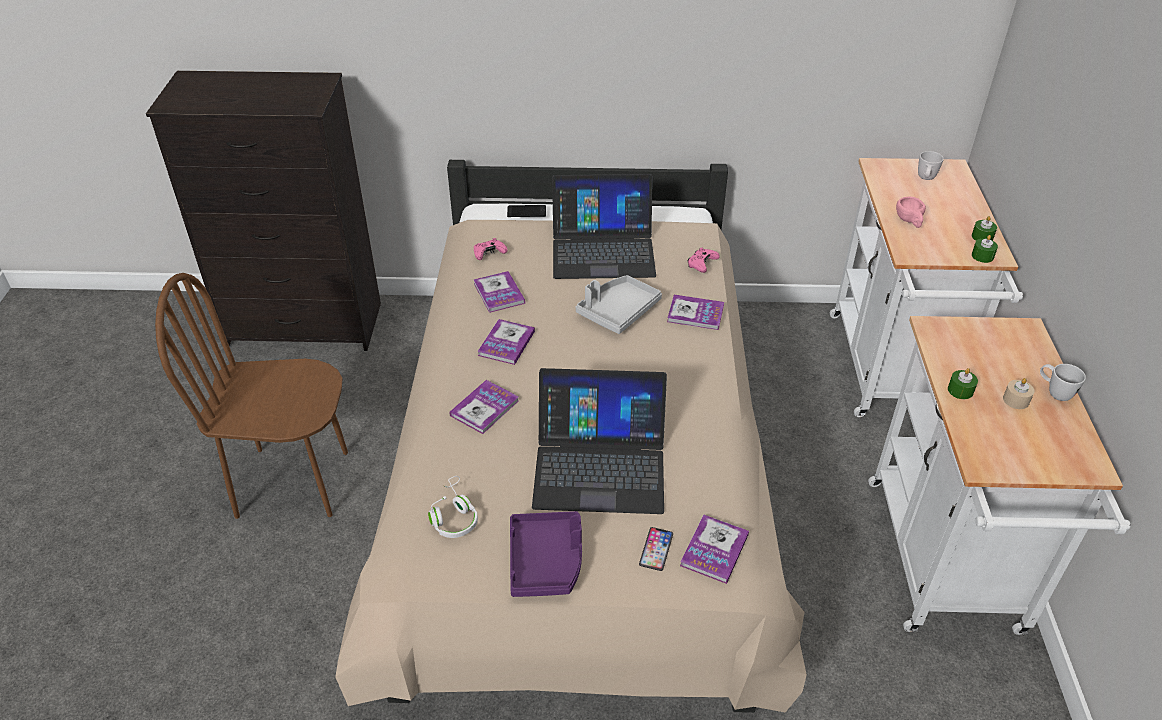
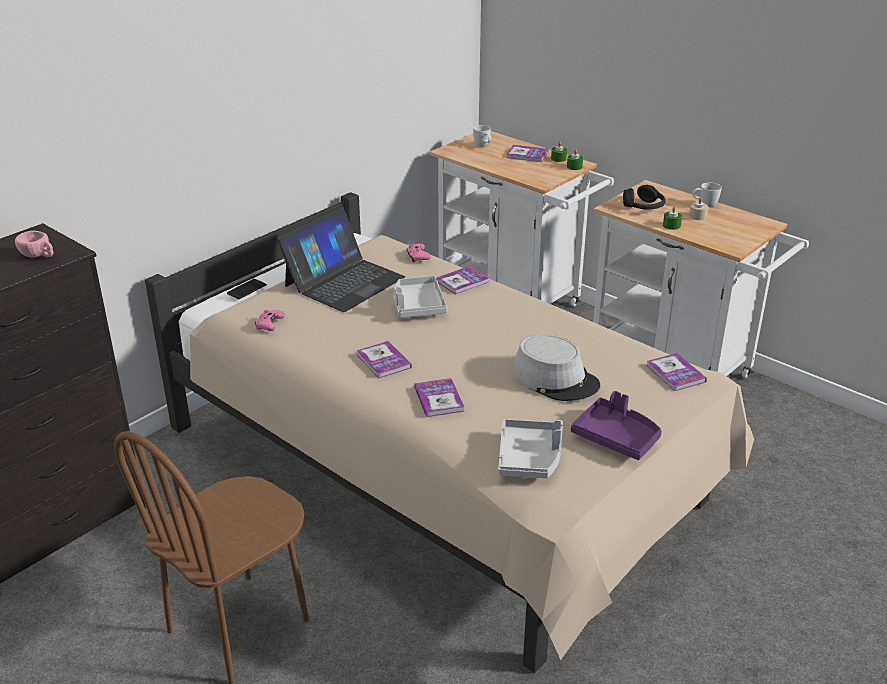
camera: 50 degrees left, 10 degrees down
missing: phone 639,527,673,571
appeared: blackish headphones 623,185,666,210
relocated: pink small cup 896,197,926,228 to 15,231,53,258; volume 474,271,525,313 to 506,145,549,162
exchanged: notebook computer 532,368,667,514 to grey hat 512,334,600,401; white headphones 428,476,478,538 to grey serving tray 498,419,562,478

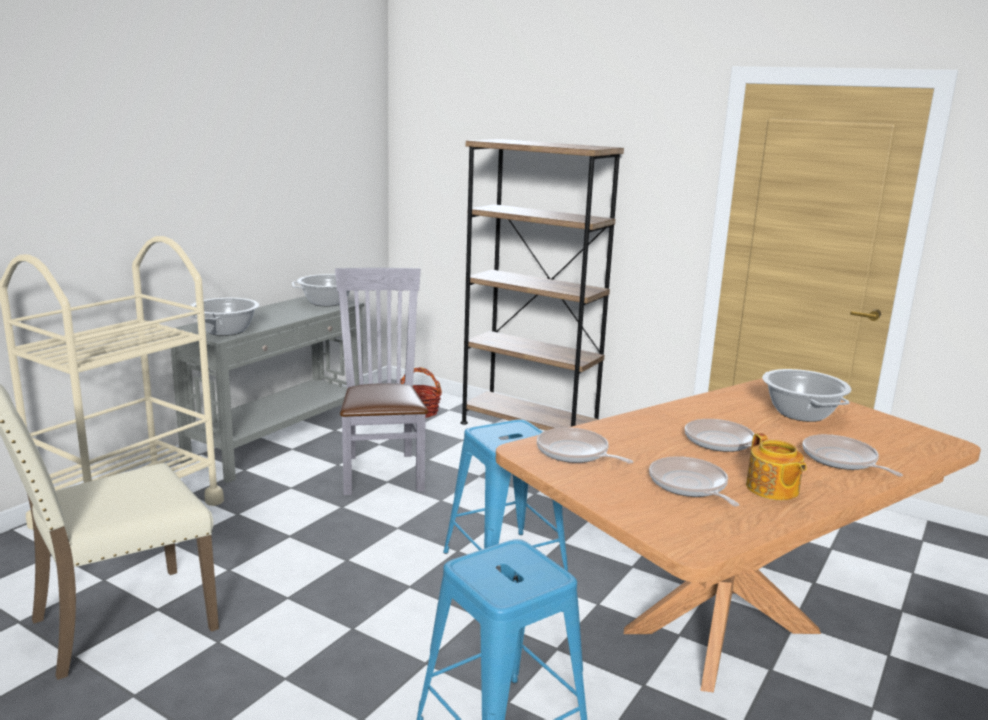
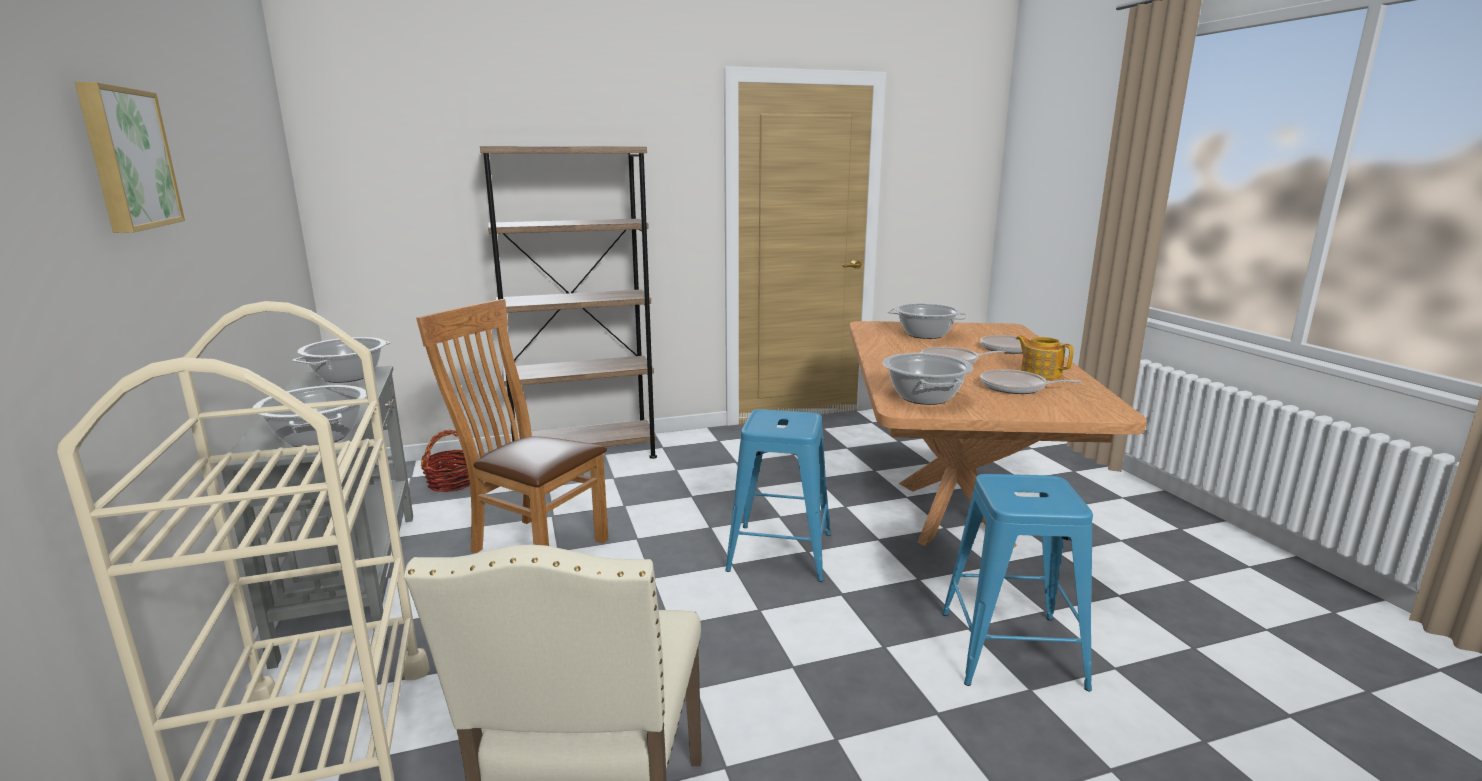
camera: 50 degrees left, 0 degrees up
appeared: wall picture 75,82,185,233
exchanged: pan 537,427,633,464 to cooking pot 883,353,973,405
colour: grey chair 335,268,428,495 to brown-coloured chair 416,299,608,553
spun: teapot 746,433,807,500 = 1016,335,1074,379 150 degrees counterclockwise

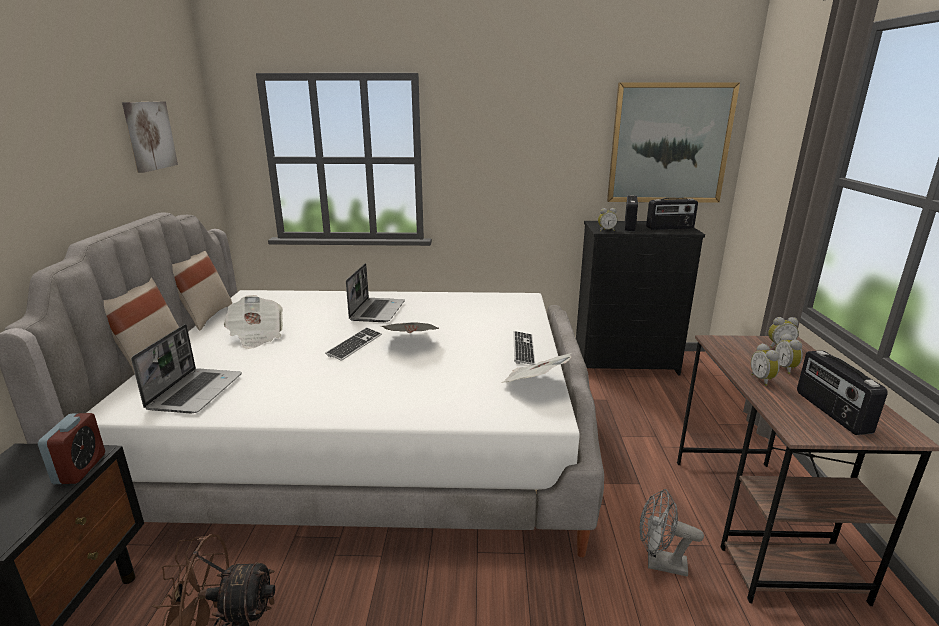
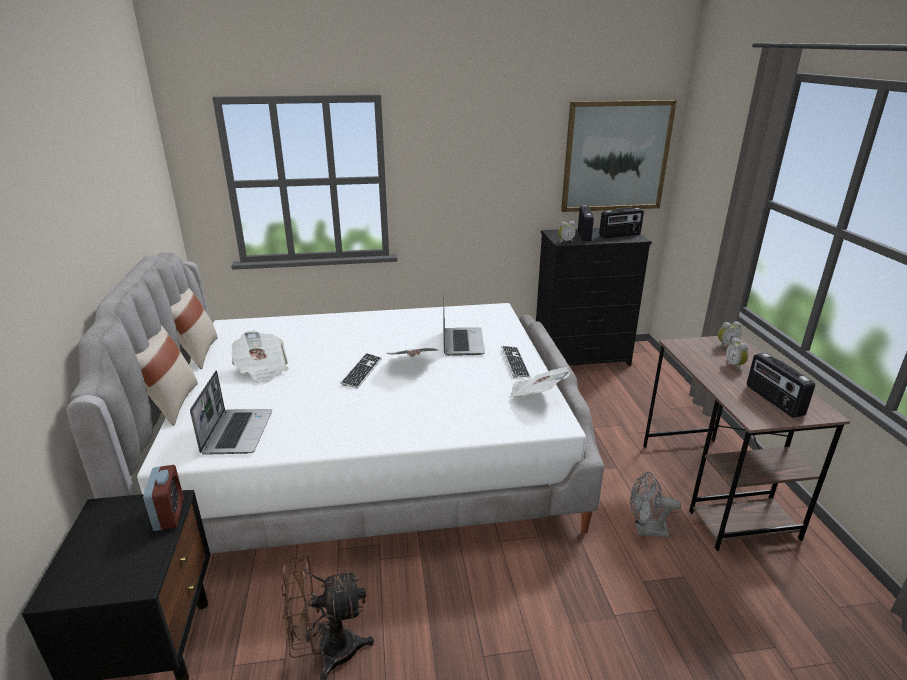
camera: 10 degrees left, 5 degrees up
missing: wall picture 122,101,178,173; table clock 751,343,780,386
relocated: notebook computer 346,263,405,322 to 443,296,485,356

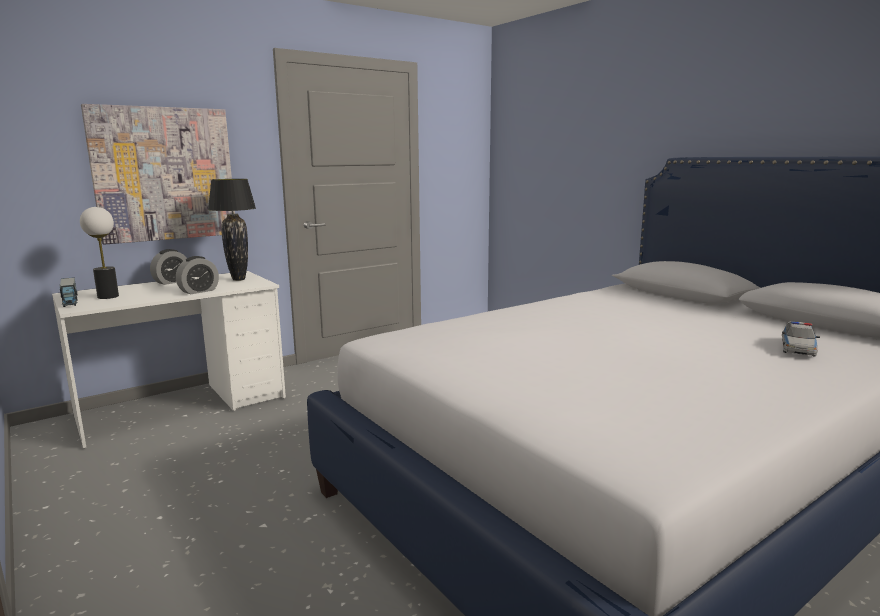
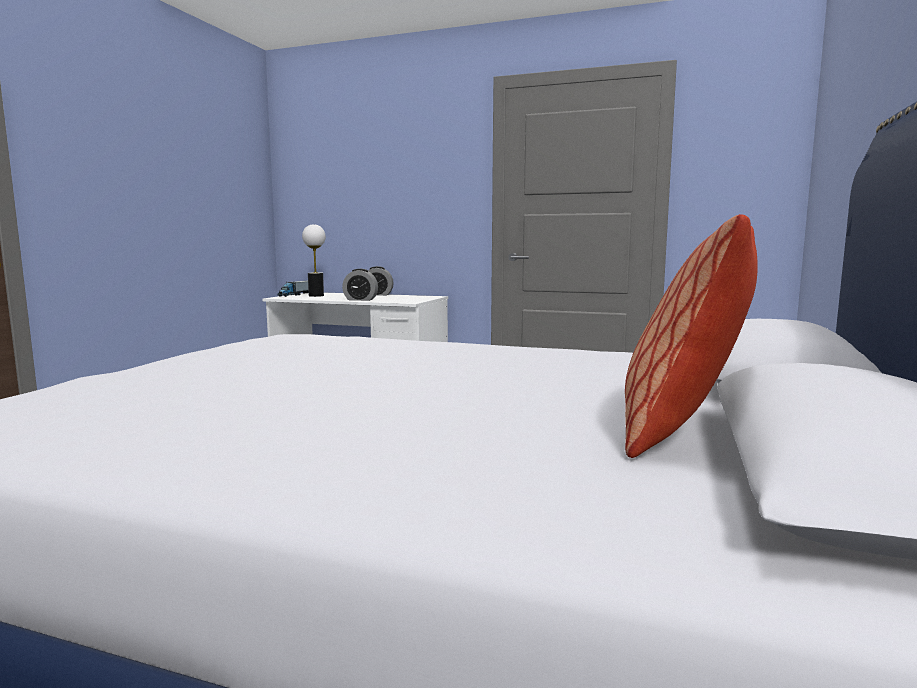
camera: 55 degrees right, 5 degrees down
missing: wall picture 81,104,235,245; blackish lamp for a table 208,179,256,281; miniature car 782,322,820,357
appeared: throw pillow 625,214,758,458

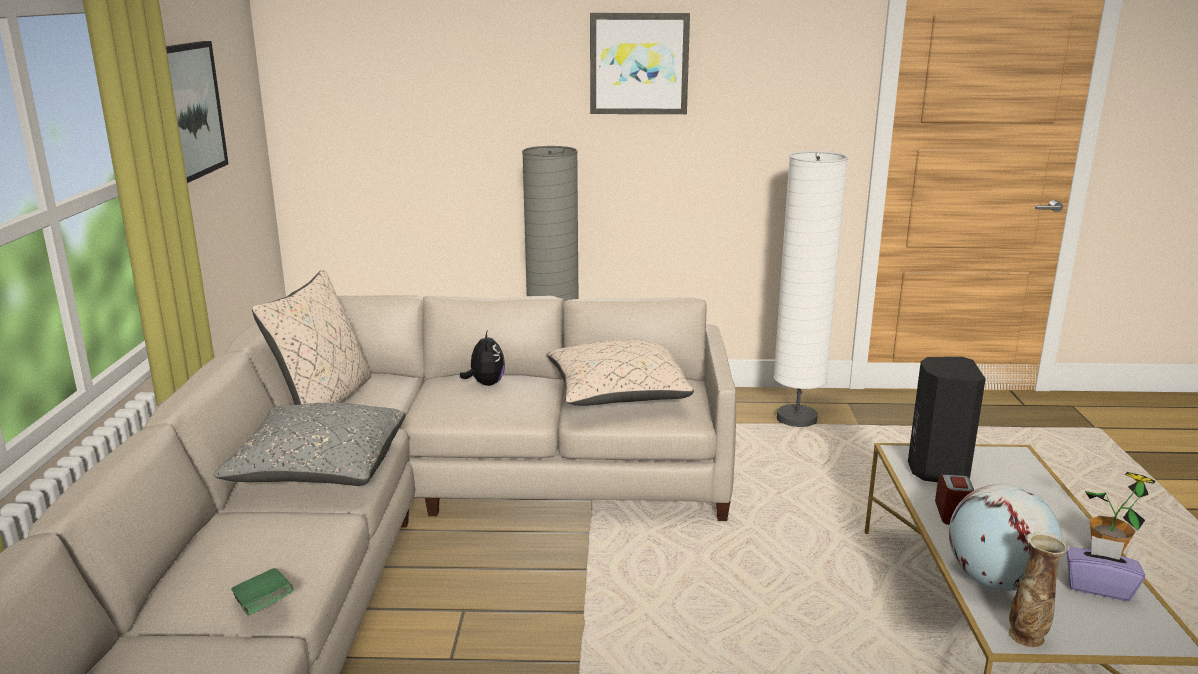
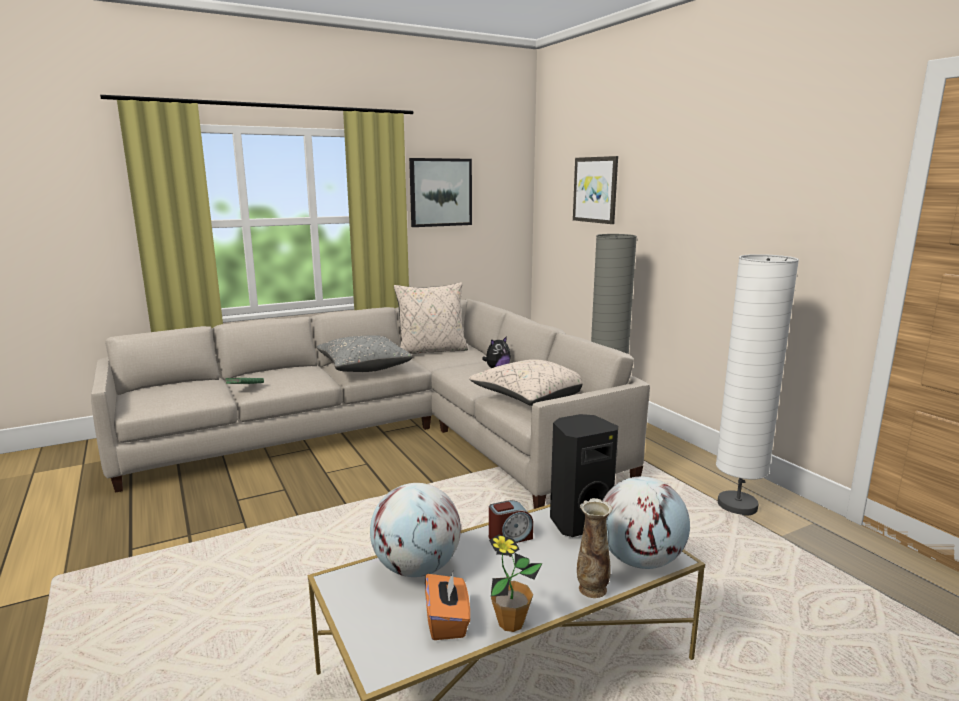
camera: 60 degrees right, 5 degrees down
appeared: world globe 602,477,690,569
relocated: wall picture 590,13,690,114 to 573,156,618,224; flower vase 1008,532,1069,647 to 577,498,612,598
colour: purplish tissue holder 1066,536,1145,601 to orange-coloured tissue holder 425,572,470,640

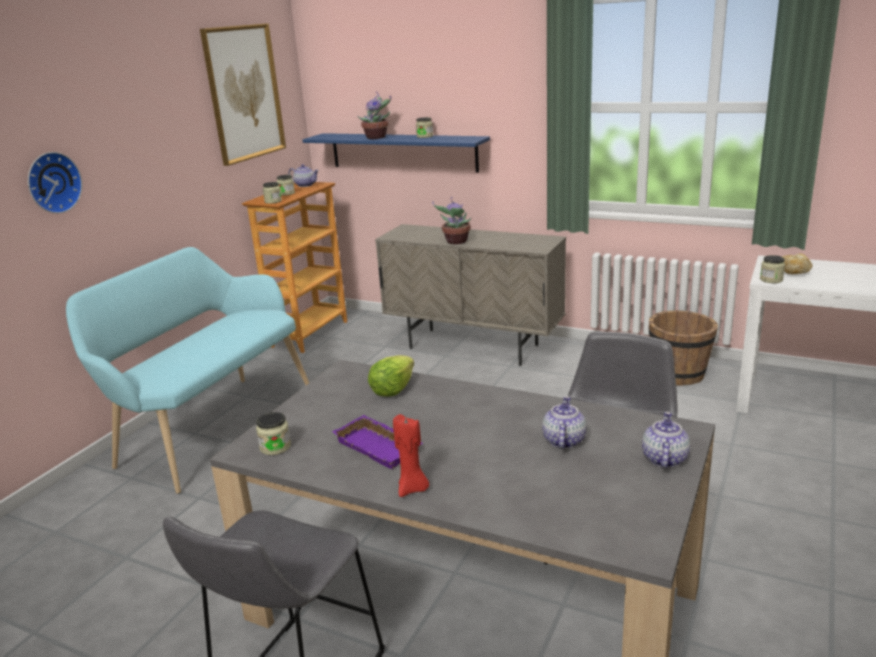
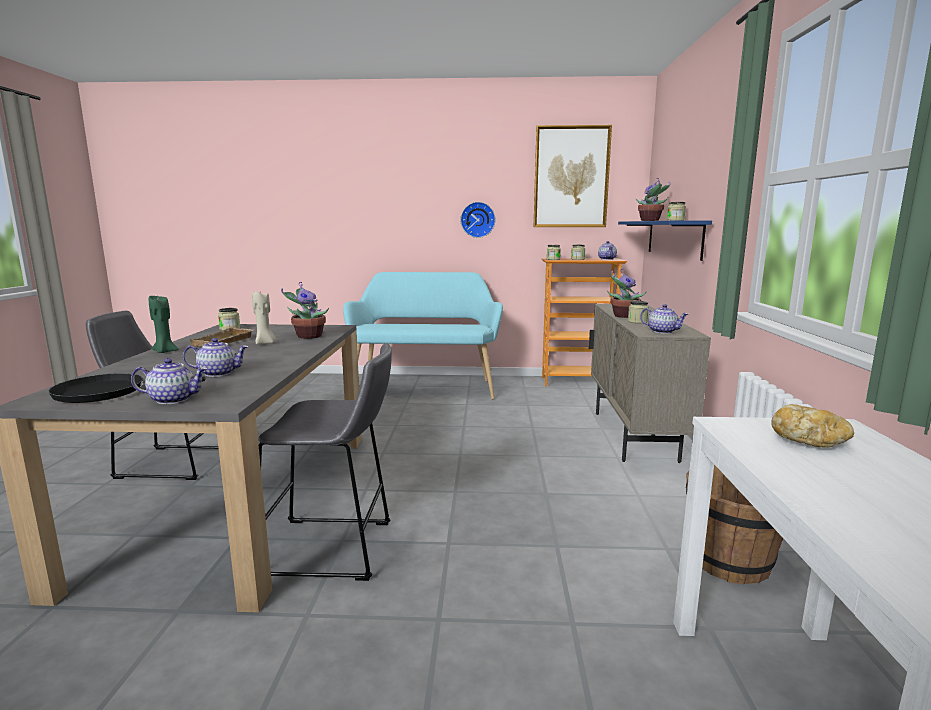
camera: 65 degrees right, 10 degrees down
appeared: beige-coloured candle 252,292,276,345; teapot 640,304,688,334; blackish pan 48,373,206,403
relocated: wall clock 28,152,82,214 to 460,202,495,238; storage jar 760,255,785,283 to 628,301,649,323
exchanged: head of lettuce 368,355,414,396 to houseplant 281,282,329,339
colour: reddish candle 393,414,429,497 to green-coloured candle 149,296,179,353; purplish serving tray 332,415,423,469 to beige-coloured serving tray 190,327,254,347

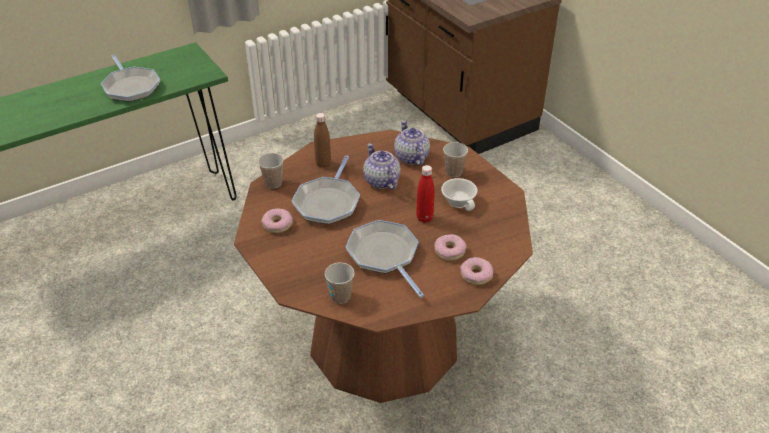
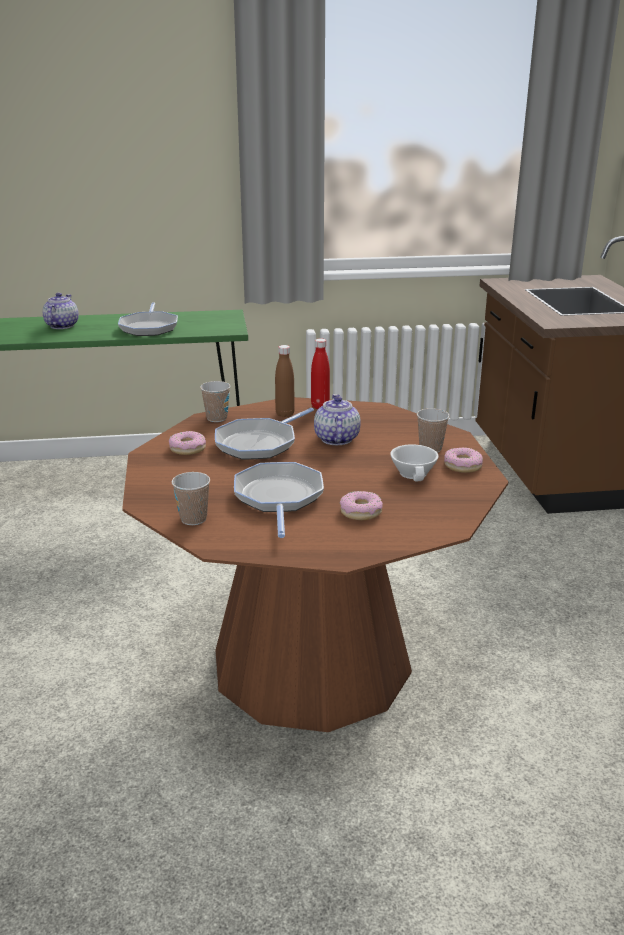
camera: 25 degrees right, 15 degrees down
relocated: teapot 394,120,430,166 to 43,293,79,329; reddish bottle 416,165,435,223 to 311,339,330,409; donut 460,257,494,285 to 444,447,483,473

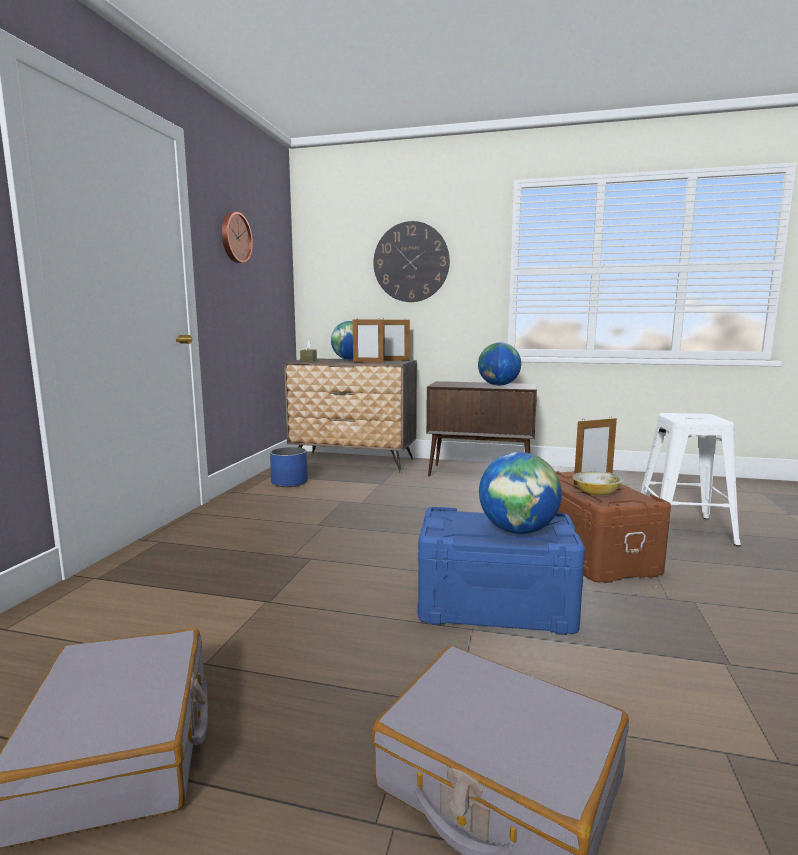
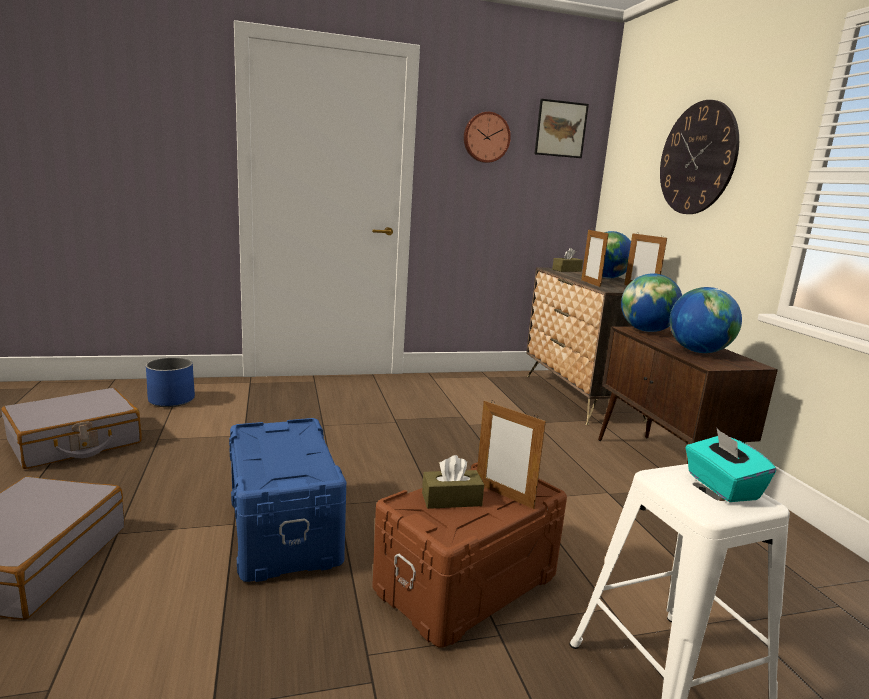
camera: 60 degrees right, 5 degrees up
appeared: wall picture 535,99,589,158; turquoise-coloured tissue holder 685,429,776,502
relocated: bluish plant pot 270,447,308,487 to 146,357,195,407; world globe 479,452,562,534 to 621,273,682,332
exchanged: deep dish 573,471,624,495 to brown-coloured tissue holder 422,455,484,509

